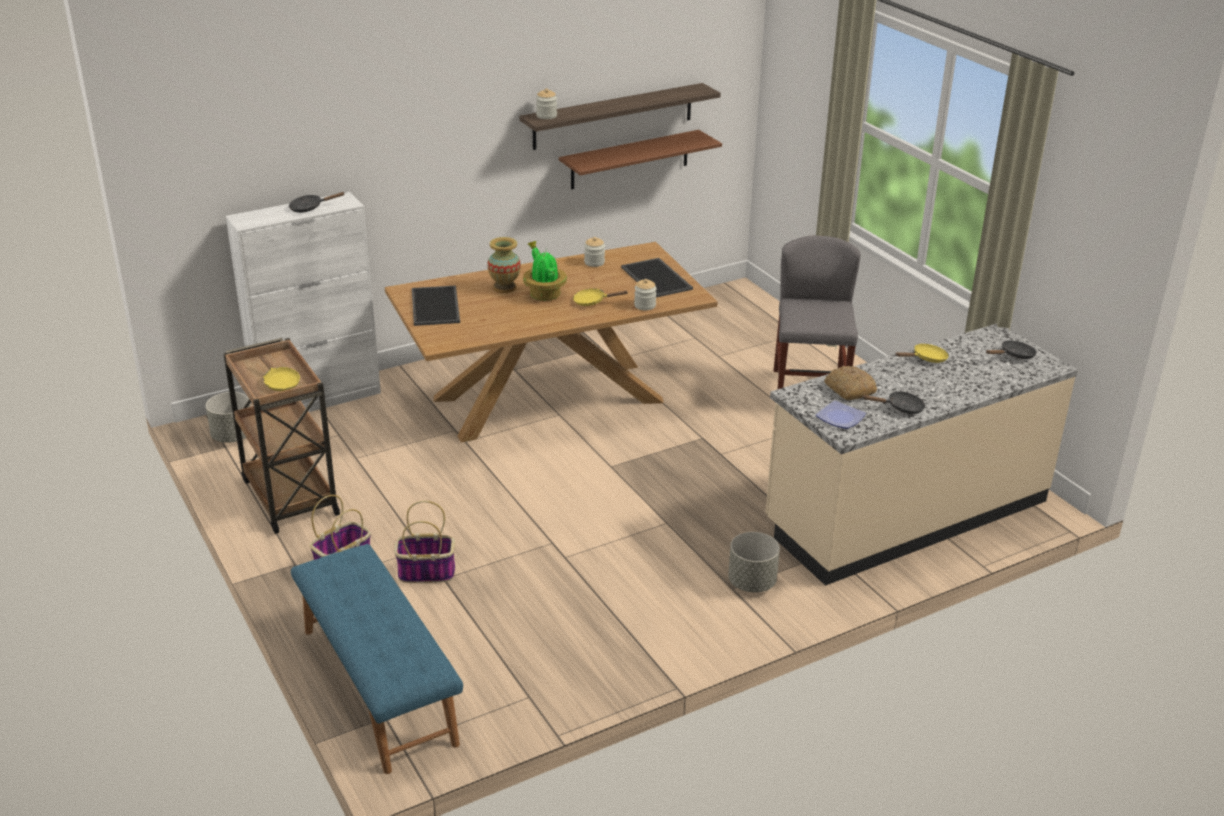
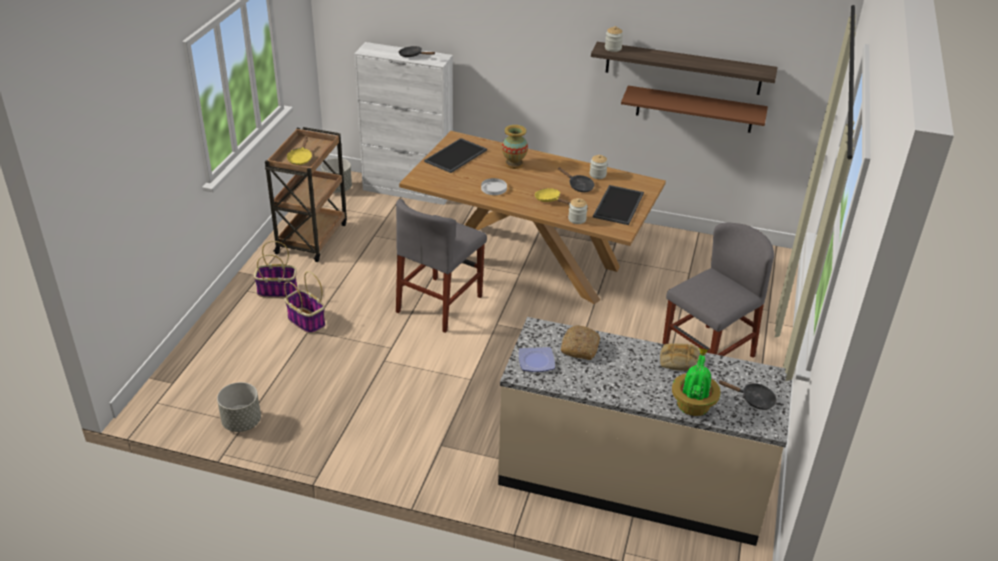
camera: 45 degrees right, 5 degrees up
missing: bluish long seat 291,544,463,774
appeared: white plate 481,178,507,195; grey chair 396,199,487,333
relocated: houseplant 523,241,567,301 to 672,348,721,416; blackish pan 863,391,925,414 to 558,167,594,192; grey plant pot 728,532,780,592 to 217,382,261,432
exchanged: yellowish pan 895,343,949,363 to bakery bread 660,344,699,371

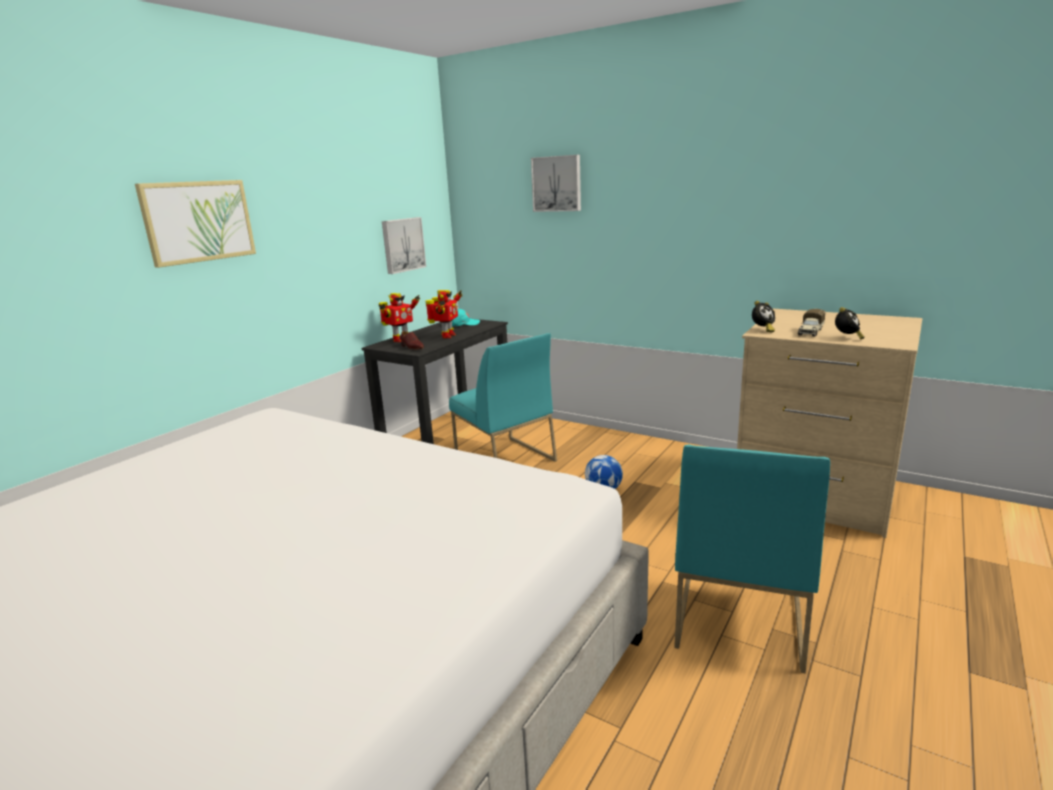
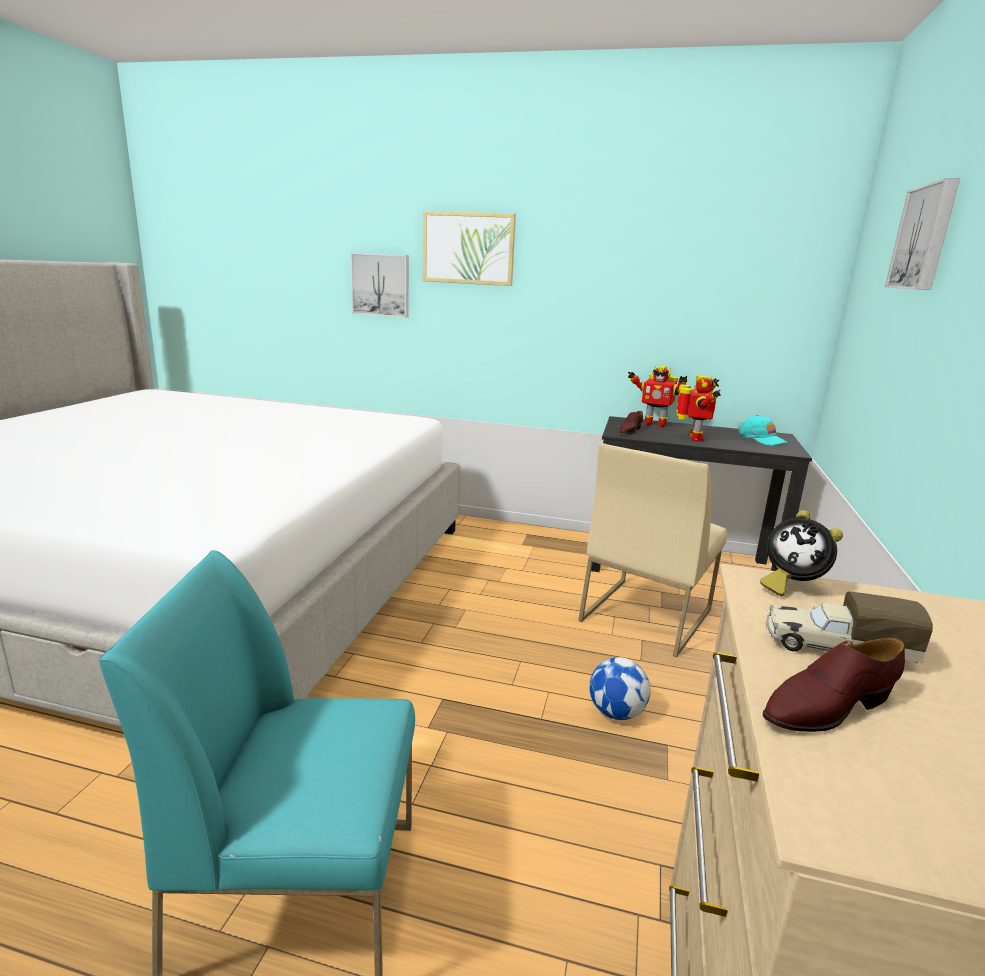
camera: 70 degrees right, 0 degrees up
relocated: wall picture 382,217,426,274 to 351,253,409,318
exchanged: table clock 835,307,865,339 to brown-coloured shoe 763,638,905,732
colour: turquoise-coloured chair 449,333,557,462 to beige-coloured chair 578,443,727,657
spun: model robot 425,290,463,338 = 676,376,721,442 75 degrees counterclockwise

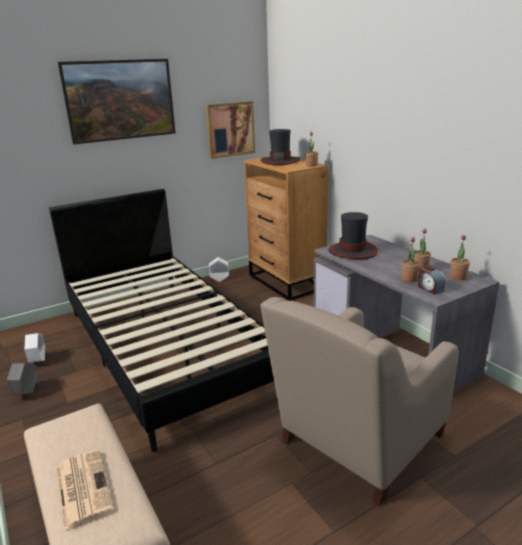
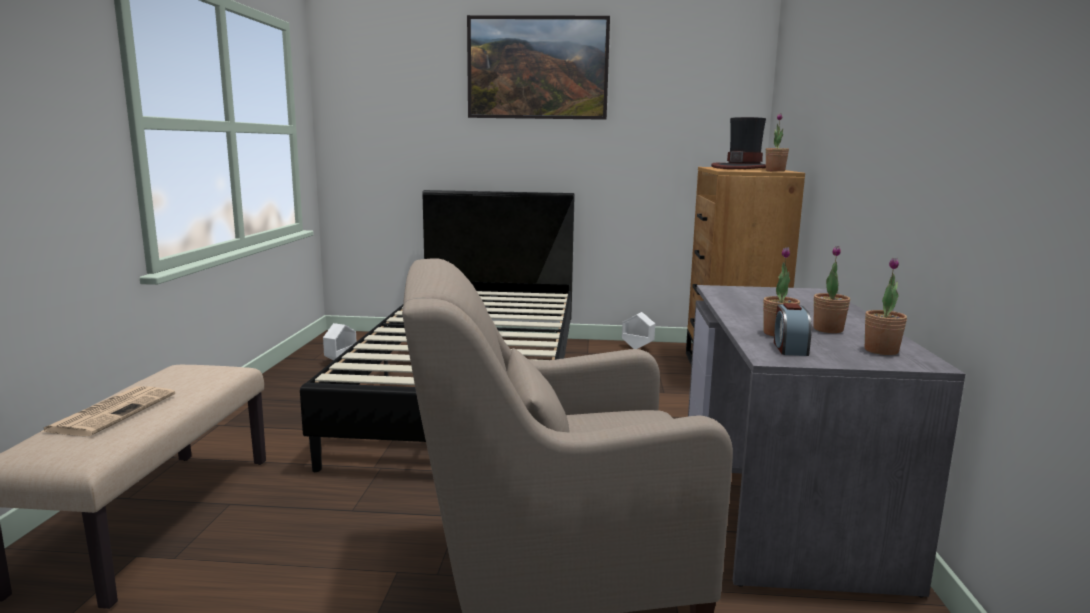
camera: 35 degrees right, 10 degrees down
missing: wall picture 206,101,255,159; hat 328,212,378,259; grey plant pot 7,363,37,394

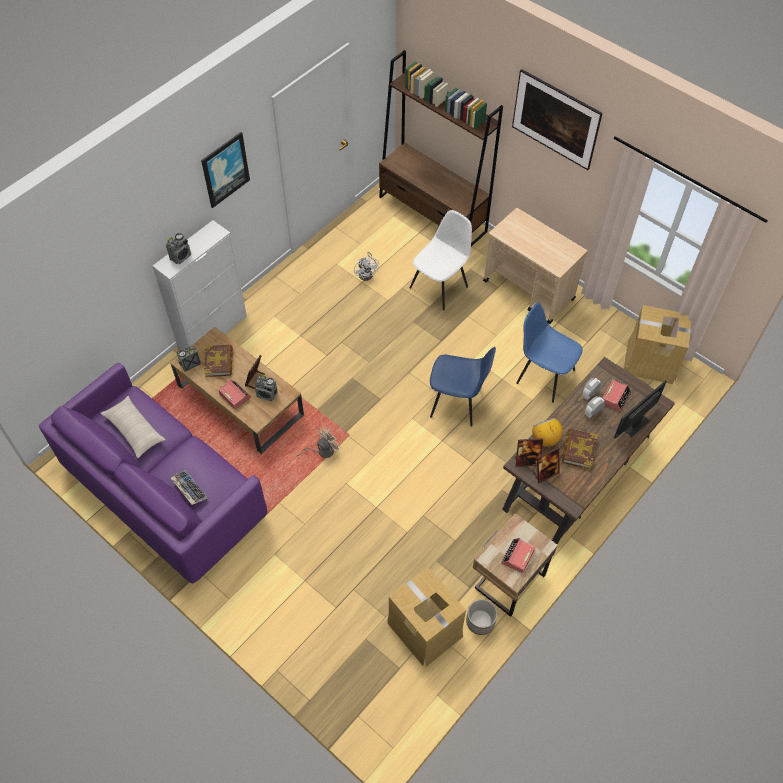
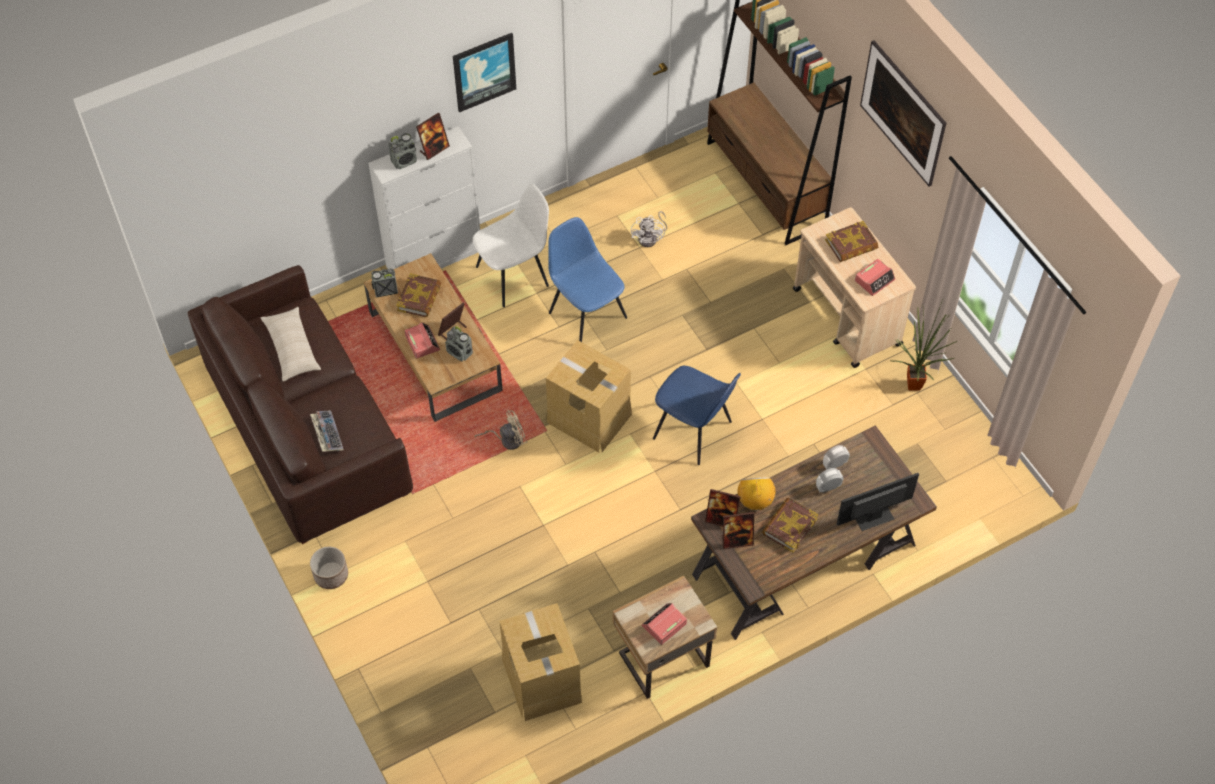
camera: 20 degrees right, 0 degrees up
appeared: standing frame 416,112,450,160; volume 825,221,878,262; houseplant 891,300,957,391
relocated: white chair 410,210,472,310 to 473,184,549,307; bluish chair 516,303,583,403 to 548,217,627,342; packing box 624,305,691,384 to 546,340,632,452; table clock 602,380,631,412 to 855,259,895,296; plant pot 466,599,497,635 to 310,547,348,589
colour: purplish settee 39,363,268,583 to brown-coloured settee 188,265,413,544

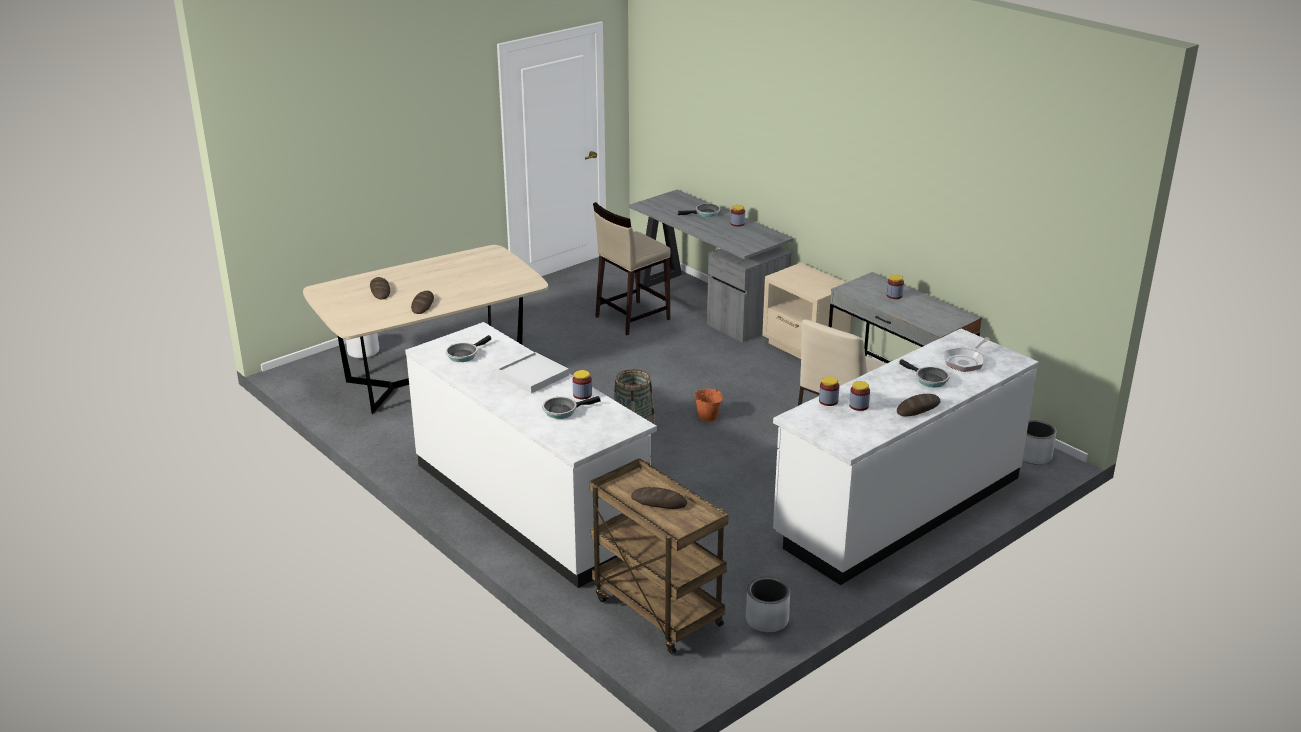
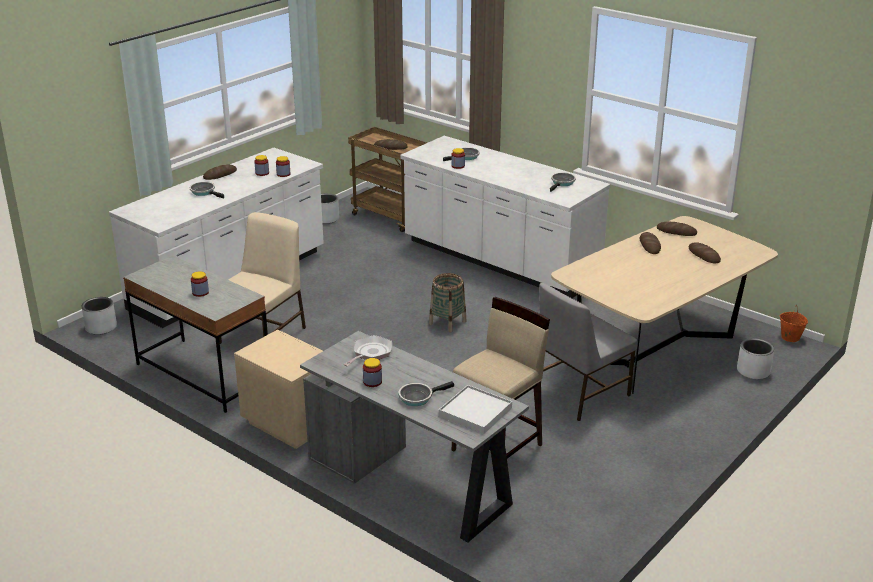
camera: 170 degrees right, 0 degrees up
appeared: bakery bread 657,221,697,236; grey chair 539,283,638,421
relocated: pan 944,337,990,372 to 344,335,392,366; white serving tray 498,352,569,393 to 439,385,512,434; orange-coloured water bucket 694,381,723,422 to 780,306,808,342

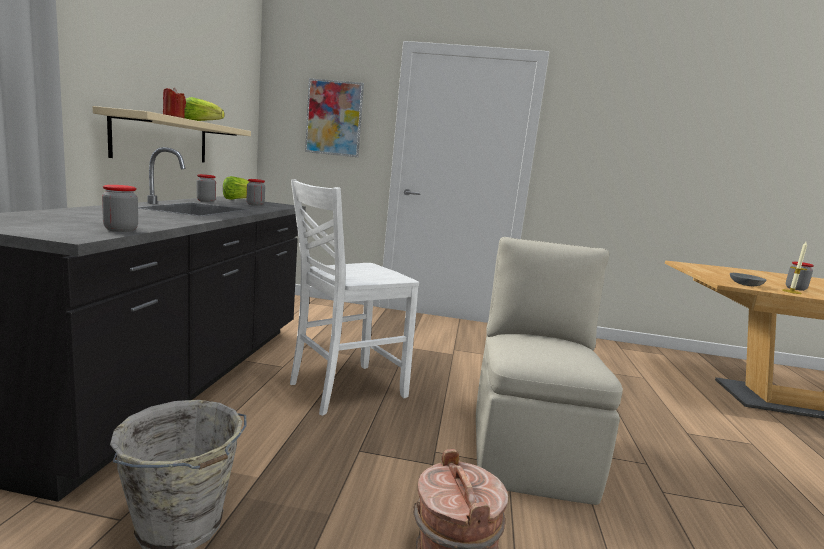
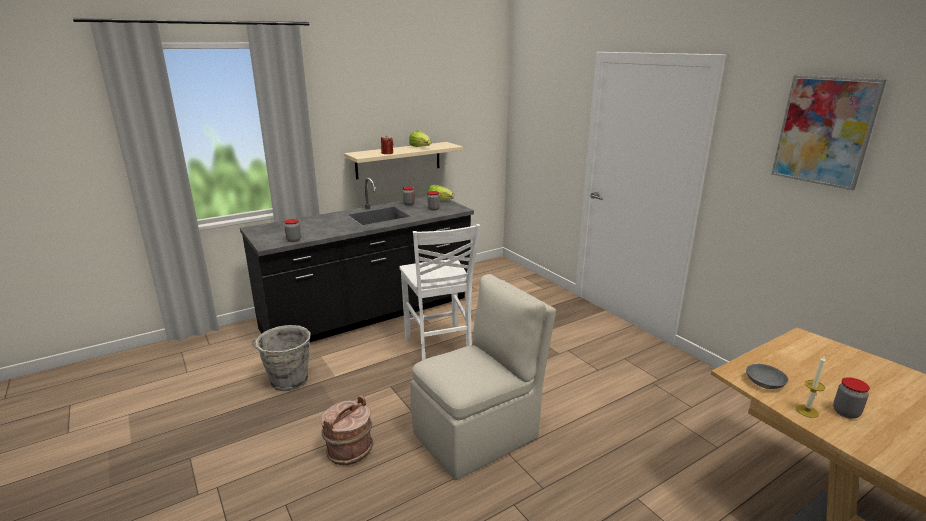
camera: 50 degrees right, 10 degrees up
relocated: wall picture 305,78,364,157 to 772,75,886,190
spun: white chair 290,179,419,416 = 399,224,481,360 120 degrees counterclockwise

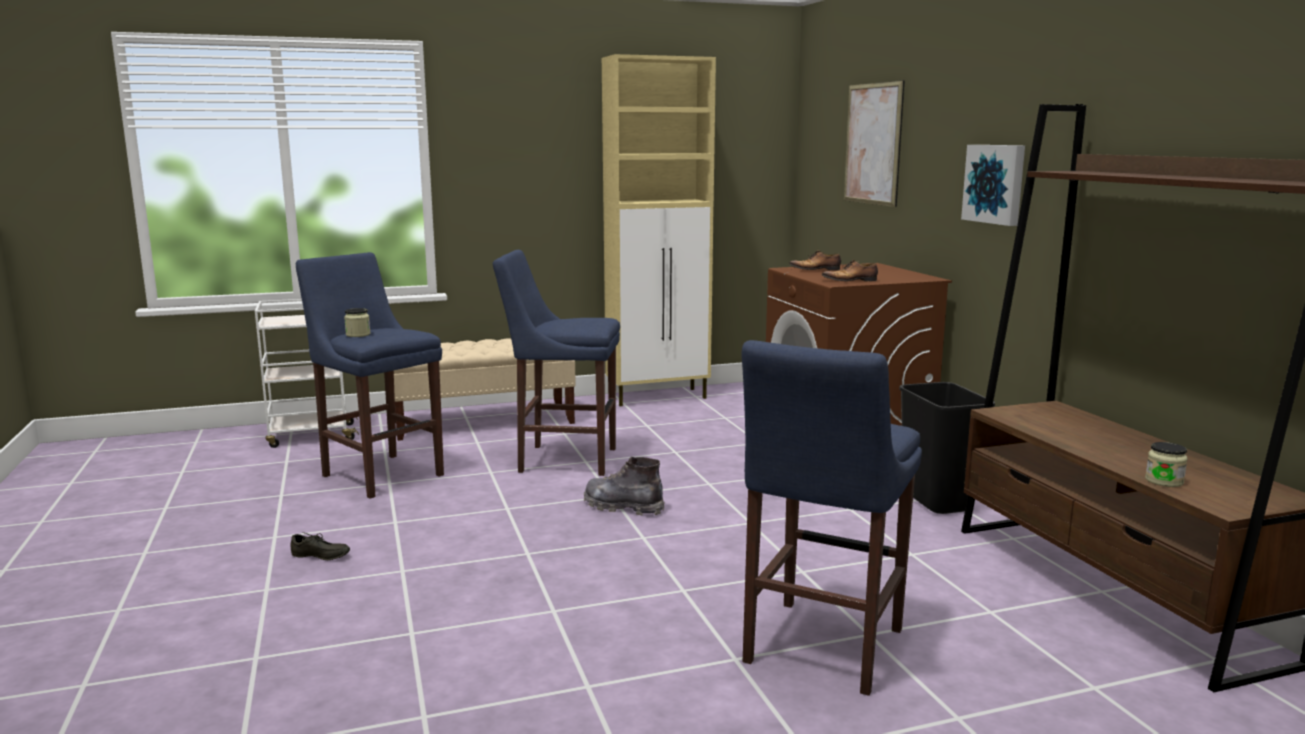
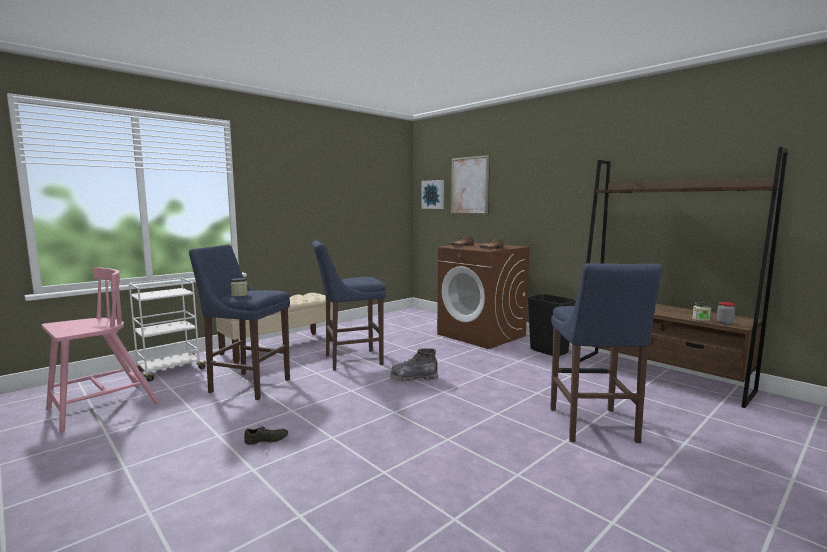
camera: 25 degrees left, 5 degrees down
missing: beige-coloured storage cabinet 602,54,716,406
appeared: pink chair 42,267,159,432; storage jar 716,302,735,325
relocated: wall picture 961,145,1025,226 to 421,180,444,209

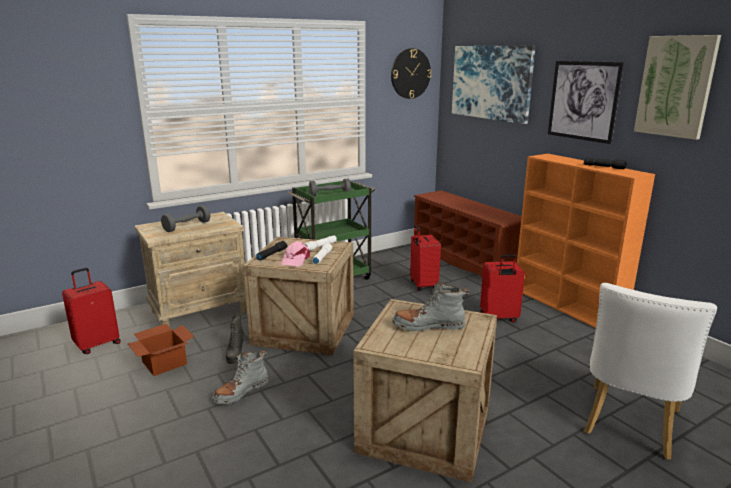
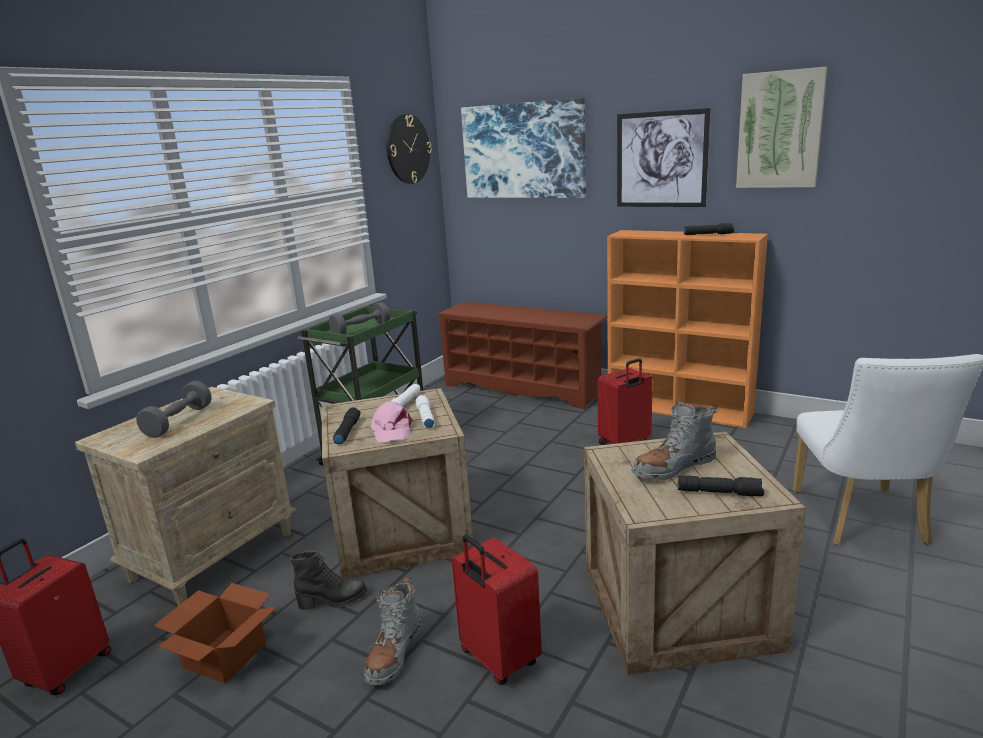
camera: 25 degrees left, 0 degrees up
appeared: blackish torch 678,476,764,496
relocated: reddish suitcase 410,225,441,291 to 452,535,542,685
spun: blackish high-top boot 226,314,244,364 = 290,551,367,610 75 degrees counterclockwise

